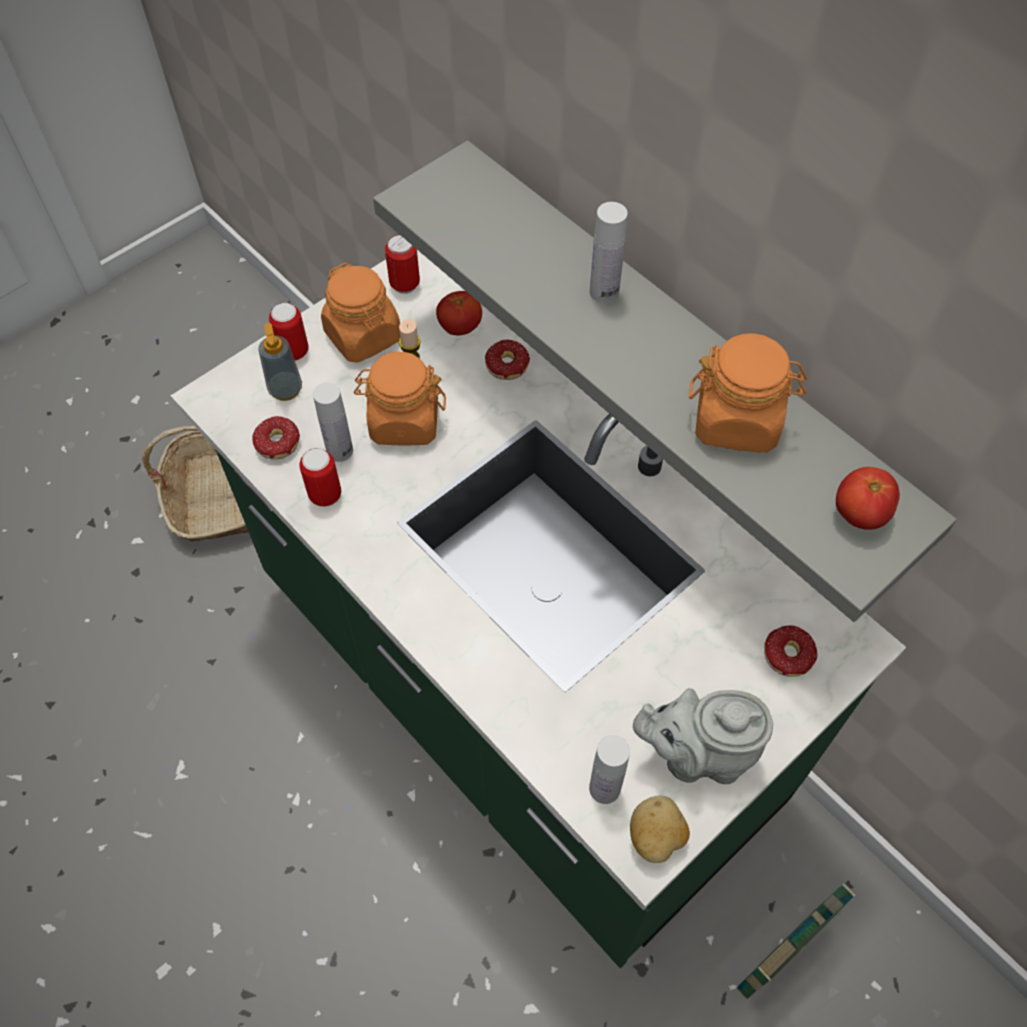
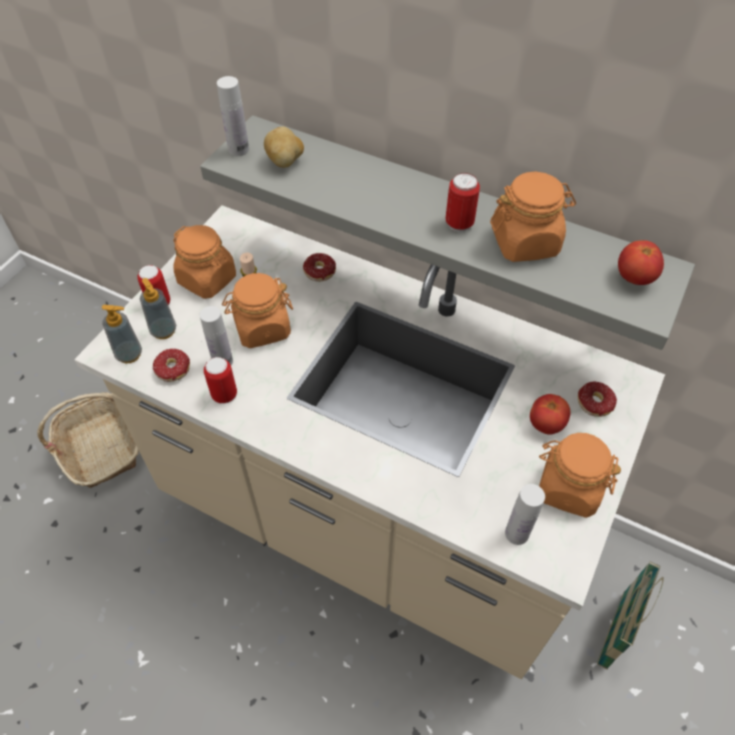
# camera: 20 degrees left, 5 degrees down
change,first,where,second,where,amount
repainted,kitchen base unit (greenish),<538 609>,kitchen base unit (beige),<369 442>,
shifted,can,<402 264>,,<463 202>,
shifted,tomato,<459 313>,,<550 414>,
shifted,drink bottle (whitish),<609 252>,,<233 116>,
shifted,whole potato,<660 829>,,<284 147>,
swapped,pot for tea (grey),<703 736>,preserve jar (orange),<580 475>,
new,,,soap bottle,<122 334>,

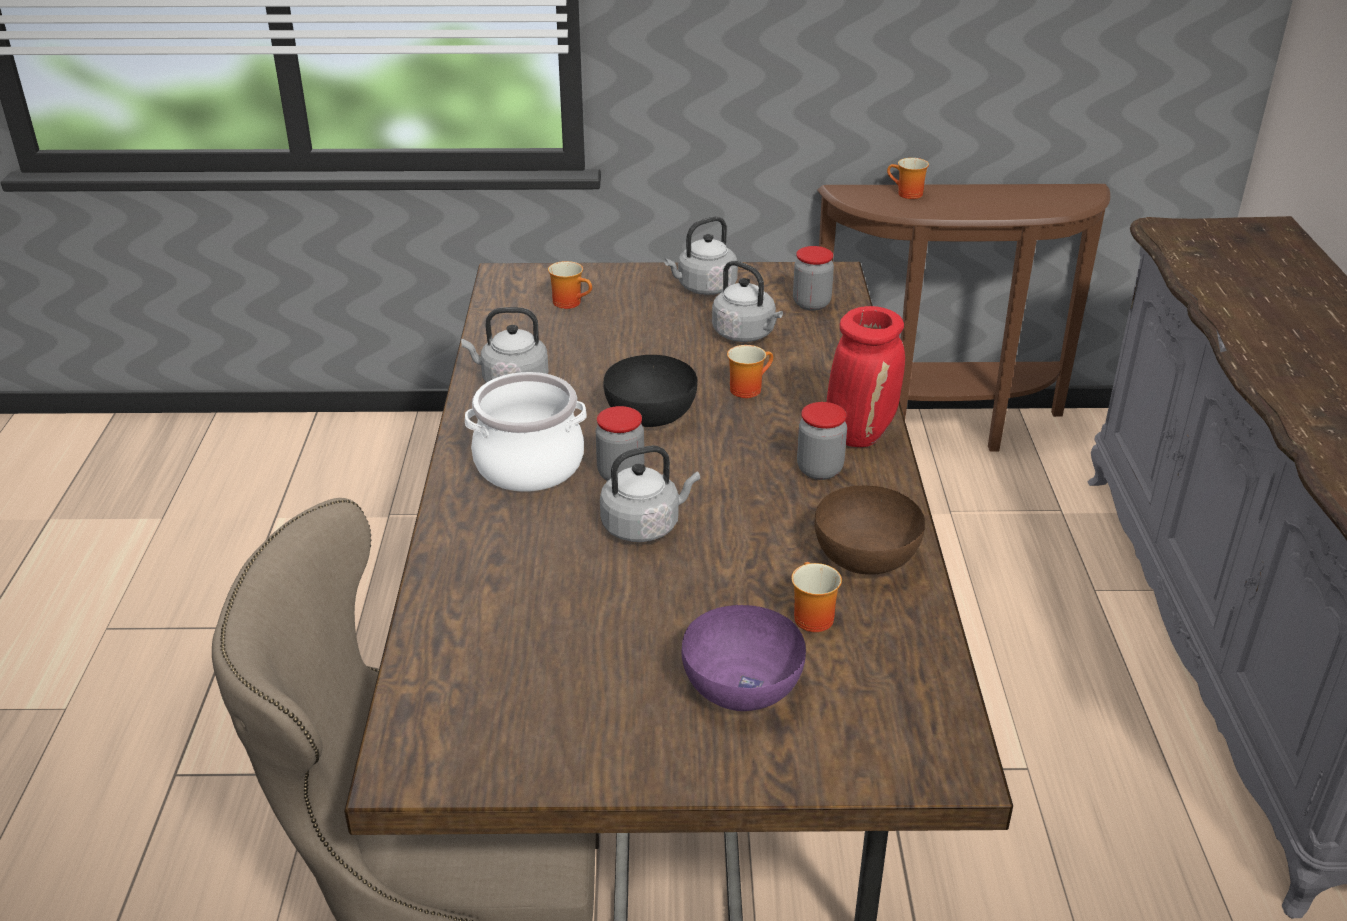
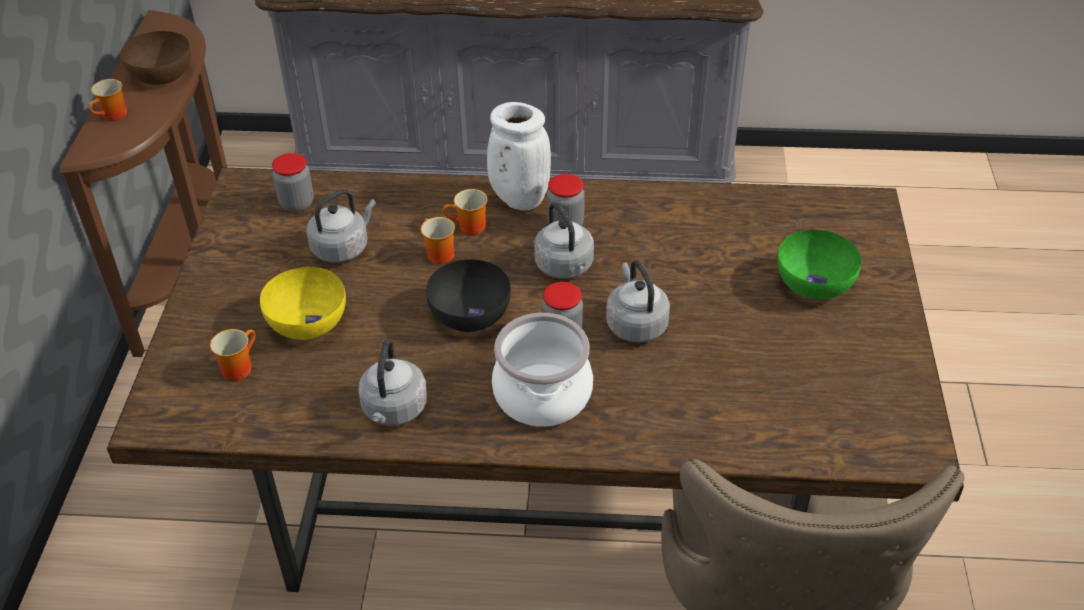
# camera: 85 degrees left, 10 degrees up
change,first,where,second,where,amount
shifted,water kettle (grey),<701 255>,,<564 240>,
repainted,deep dish (purple-coloured),<744 658>,deep dish (greenish),<819 265>,
shifted,tea mug,<816 597>,,<465 212>,
shifted,deep dish (brownish),<869 530>,,<155 58>,
repainted,vase (red-coloured),<866 376>,vase (whitish),<519 156>,
new,,,deep dish (yellowish),<303 303>,

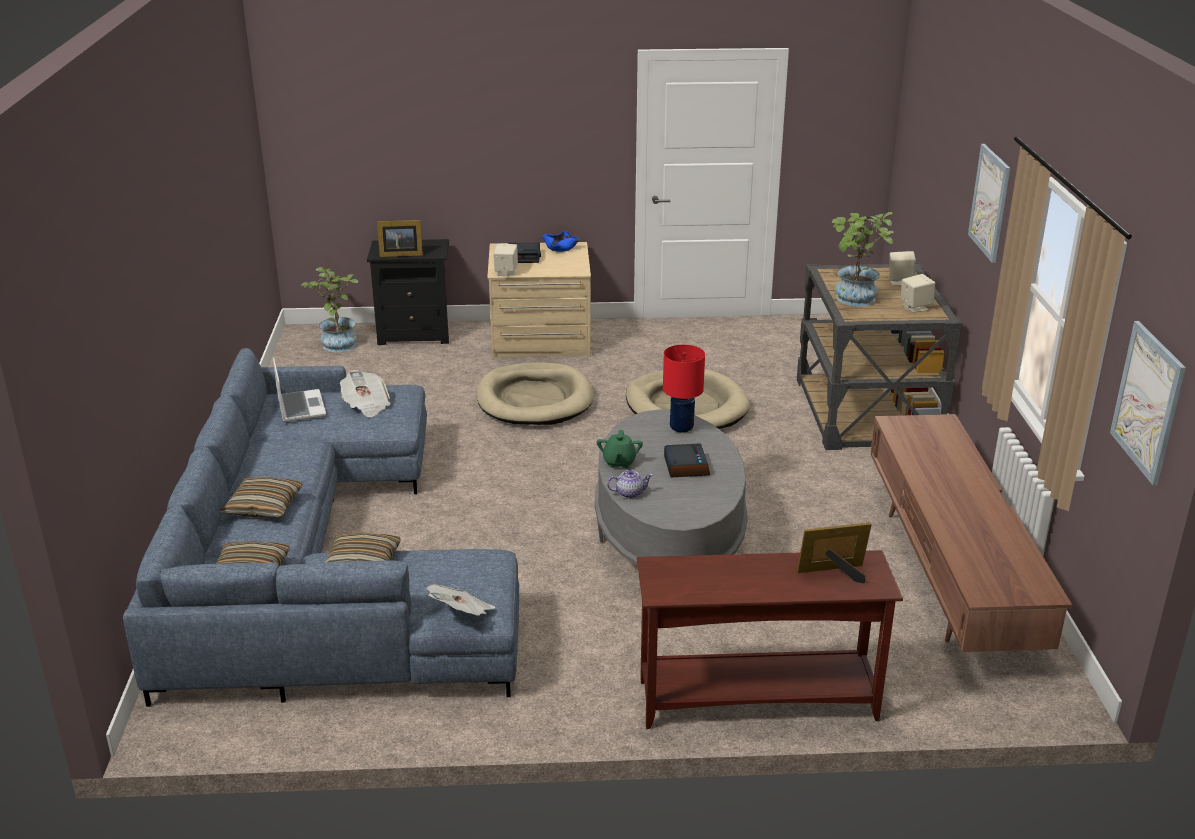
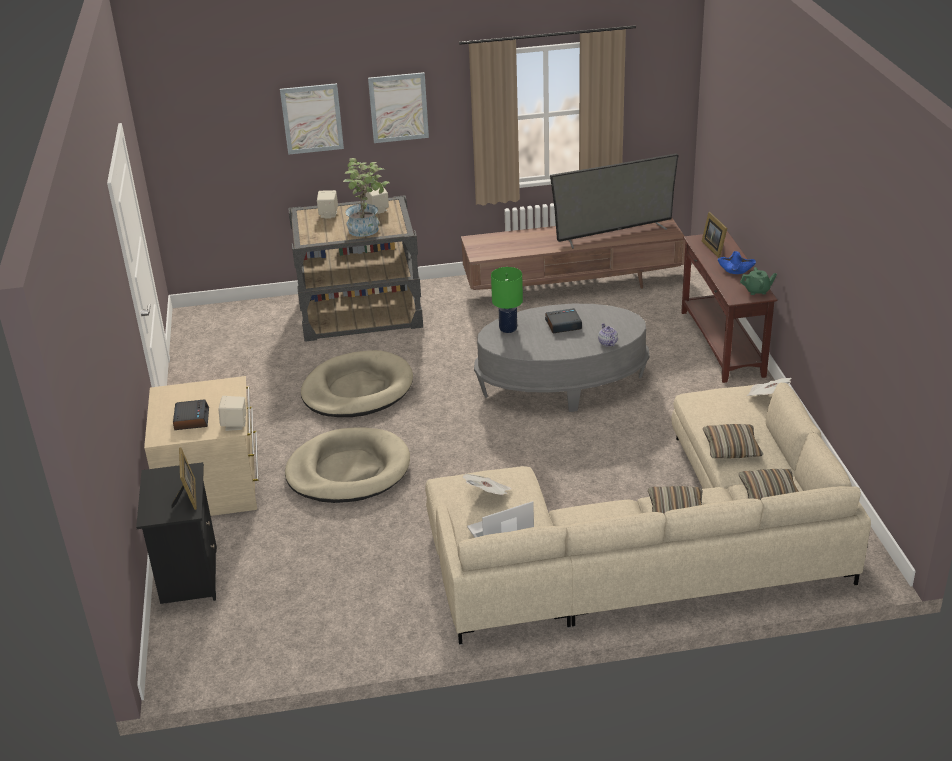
# camera: 95 degrees left, 5 degrees up
change,first,where,second,where,amount
repainted,sofa (blue),<321 527>,sofa (beige),<648 514>,
gone,potted plant,<329 309>,,,
shifted,deep dish (blue),<561 241>,,<736 262>,
shifted,pot for tea (greenish),<620 449>,,<758 281>,
repainted,table lamp (red-coloured),<684 389>,table lamp (greenish),<507 300>,
shifted,picture,<1148 403>,,<312 119>,
new,,,television,<614 201>,

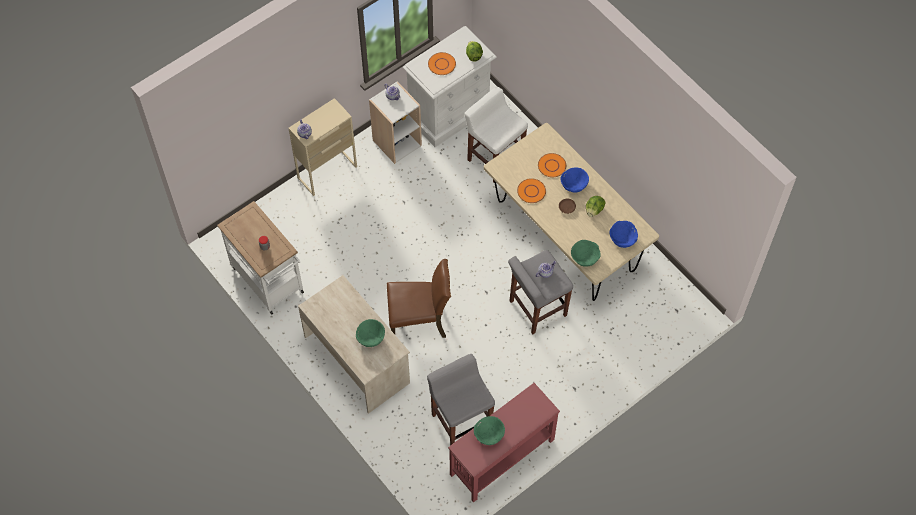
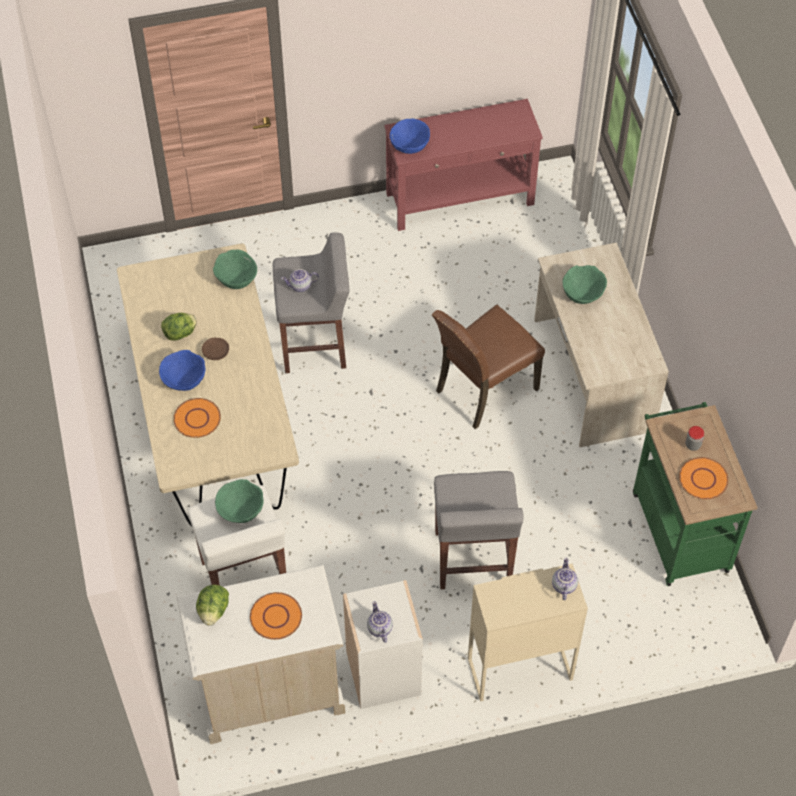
# camera: 155 degrees left, 5 degrees down
change,first,where,second,where,amount
repainted,wheeled cart (whitish),<260 258>,wheeled cart (greenish),<695 494>,
rotated,upright chair (brownish),<419 298>,,<488 367>,60 degrees counterclockwise
shifted,stool (grey),<461 400>,,<479 530>,
shifted,deep dish (greenish),<489 430>,,<239 501>,
shifted,dinner plate (orange),<531 190>,,<704 478>,
shifted,deep dish (blue),<623 234>,,<410 136>,

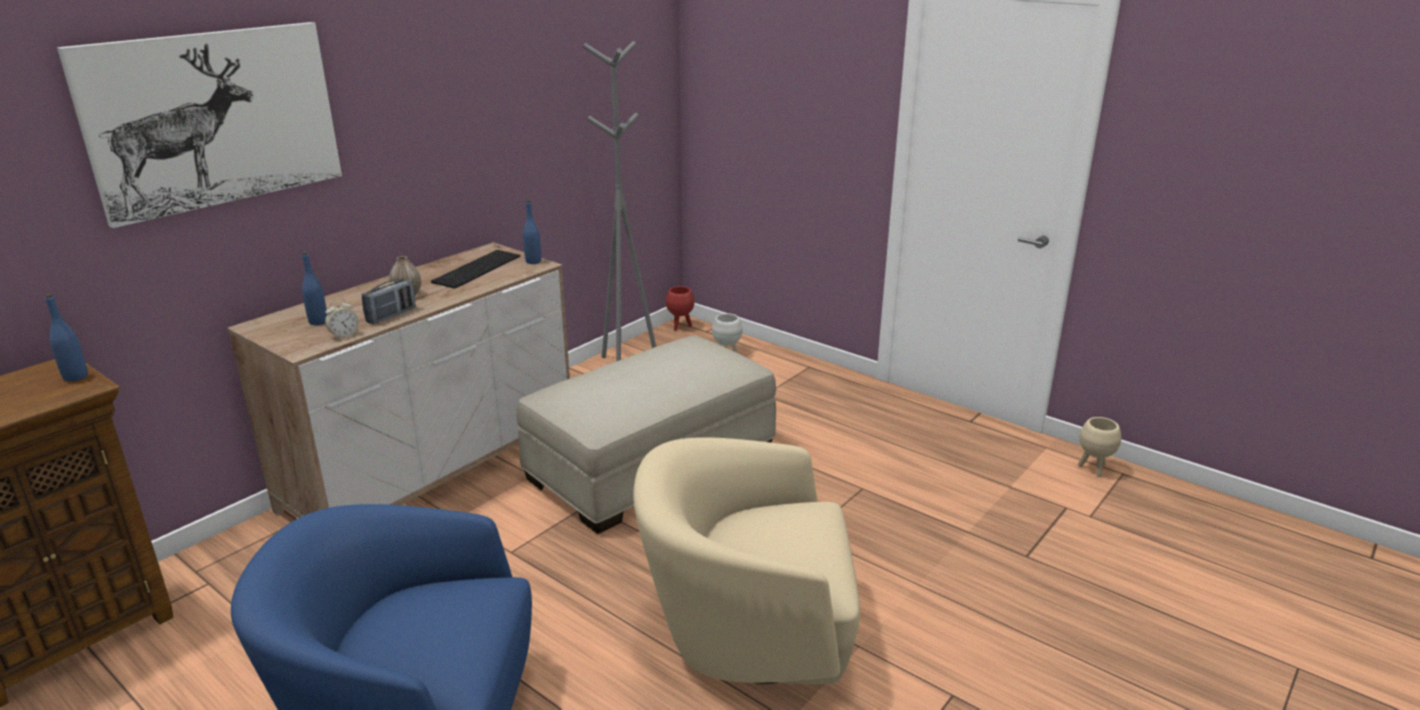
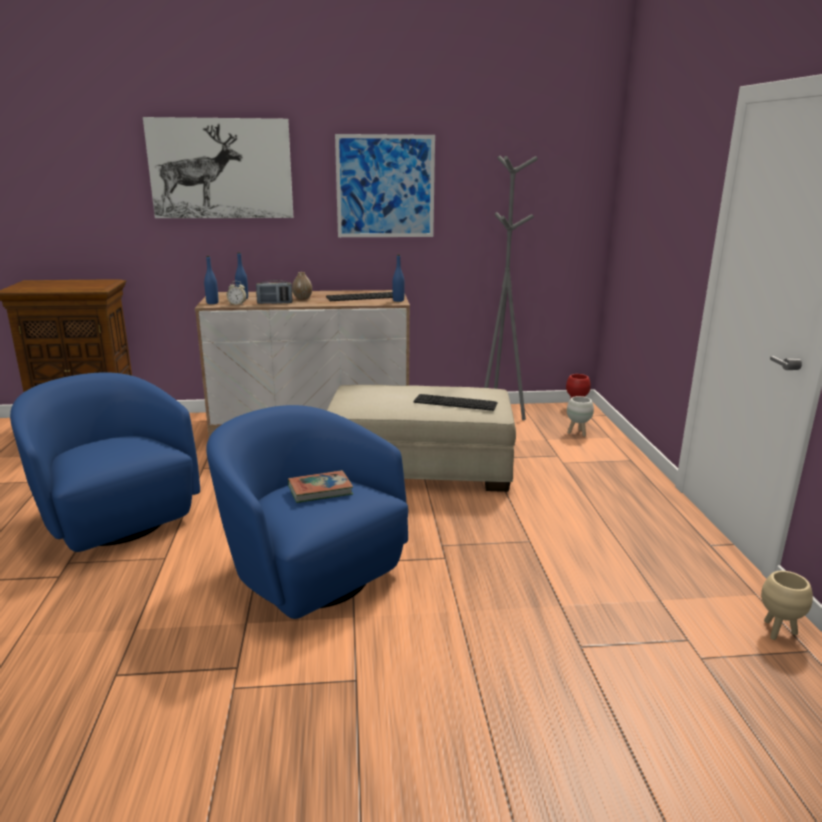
# camera: 45 degrees right, 5 degrees down
change,first,where,second,where,amount
shifted,drink bottle (blue),<66 338>,,<211 280>,
repainted,easy chair (beige),<746 561>,easy chair (blue),<307 512>,
new,,,bound book,<320 486>,
new,,,picture,<385 185>,
new,,,keyboard,<456 402>,

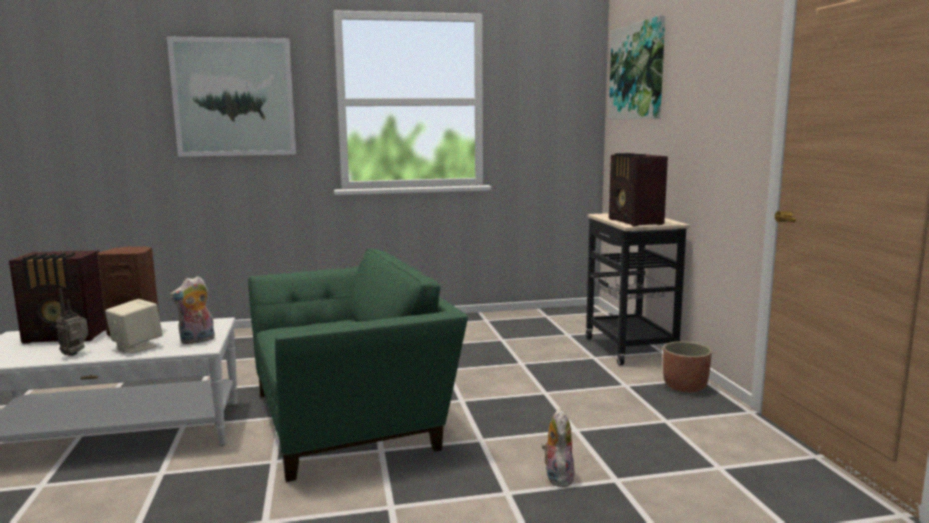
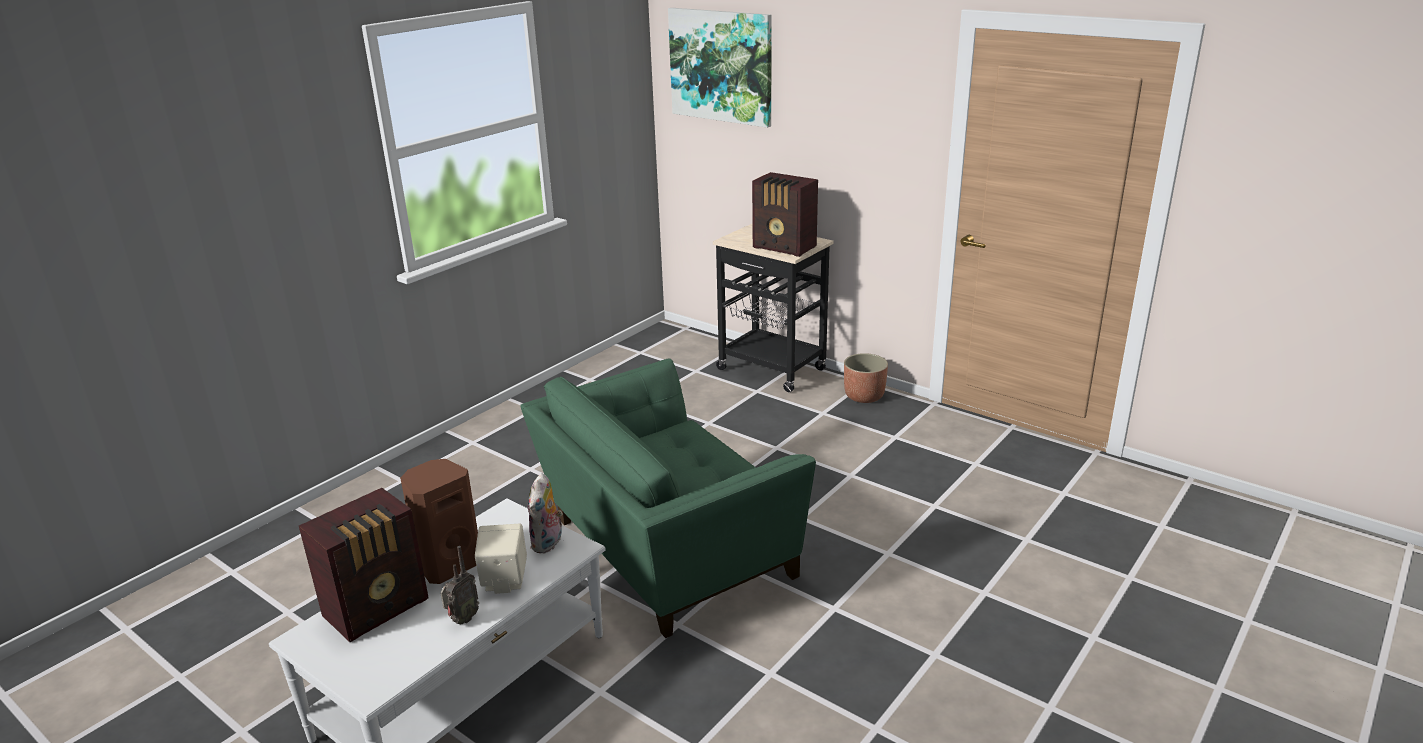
# camera: 40 degrees left, 15 degrees up
change,first,where,second,where,amount
rotated,radio set,<72 322>,,<459 585>,120 degrees counterclockwise
gone,picture,<231 97>,,,
rotated,easy chair (greenish),<358 365>,,<668 498>,150 degrees counterclockwise
gone,cuddly toy,<558 447>,,,

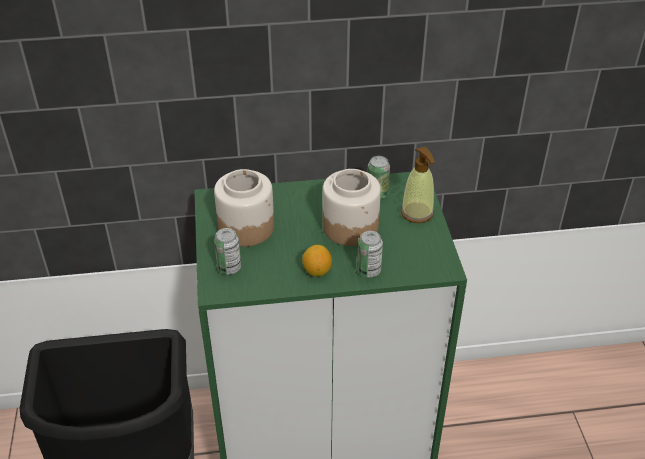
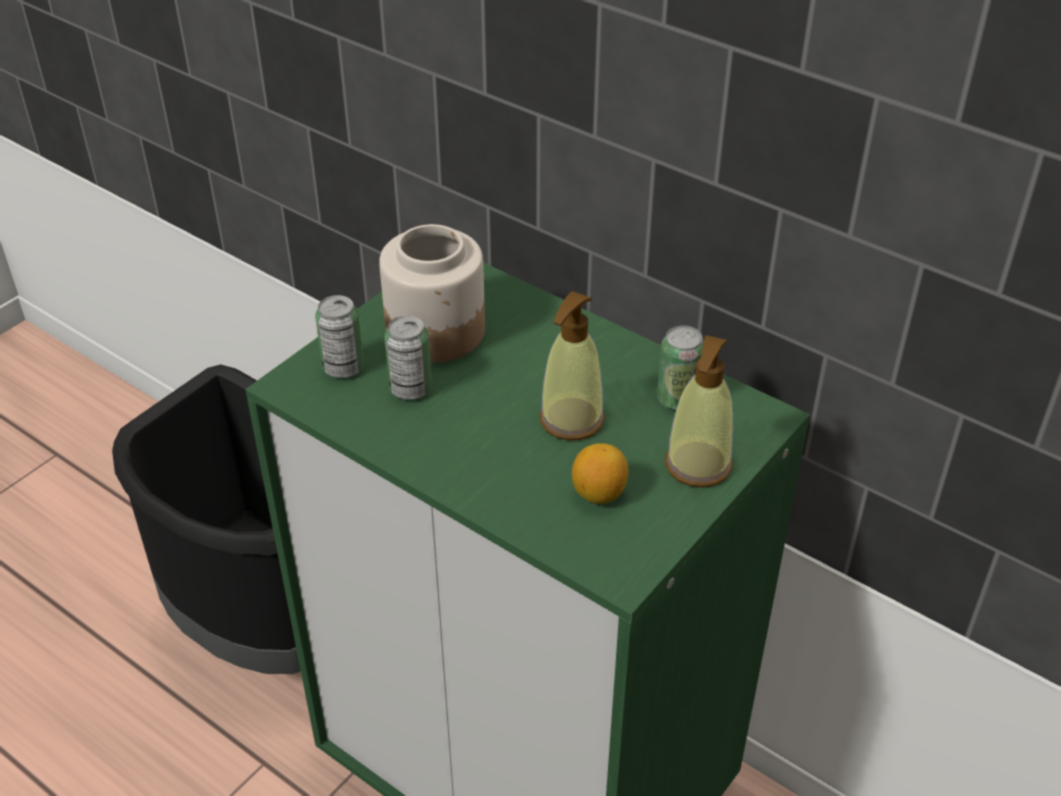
# camera: 45 degrees right, 0 degrees up
change,first,where,second,where,amount
shifted,whole lemon,<317 261>,,<600 473>,
swapped,preserve jar,<352 207>,soap bottle,<572 365>,
shifted,can,<370 254>,,<408 358>,

